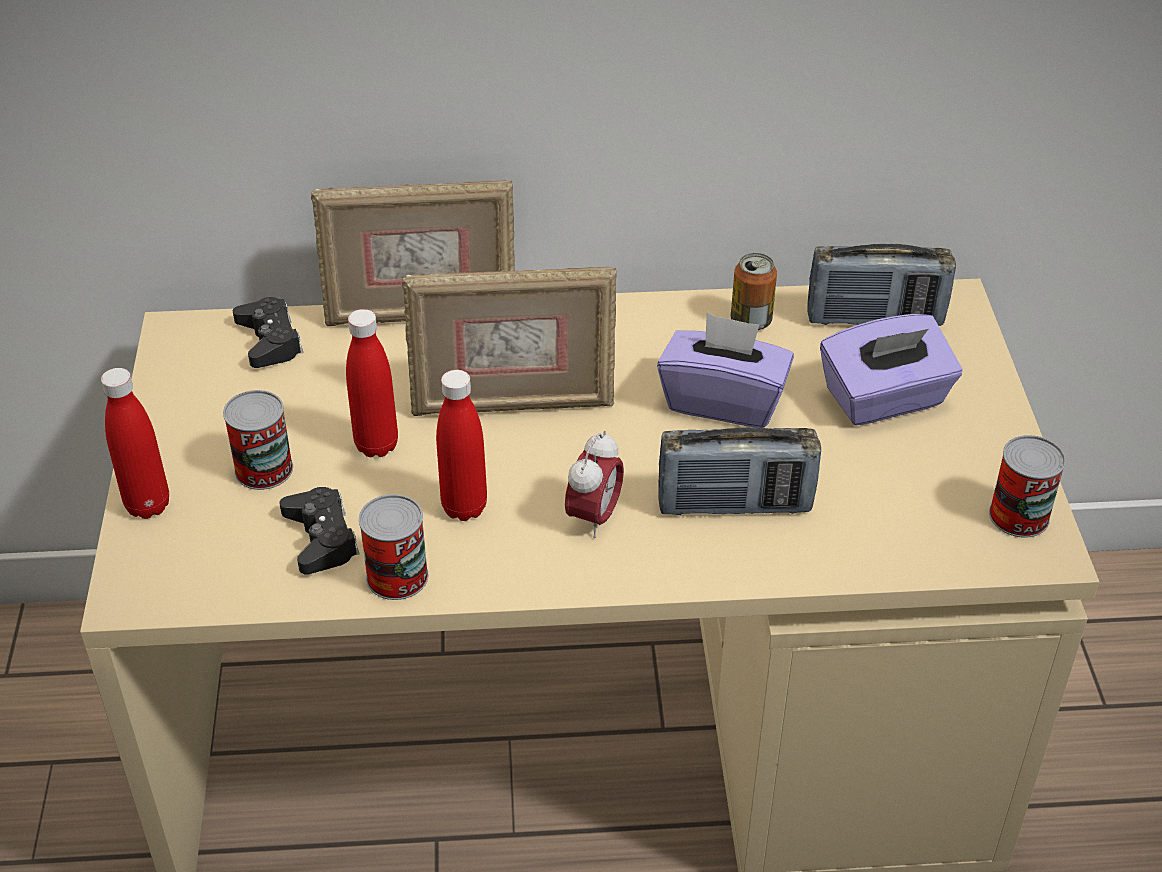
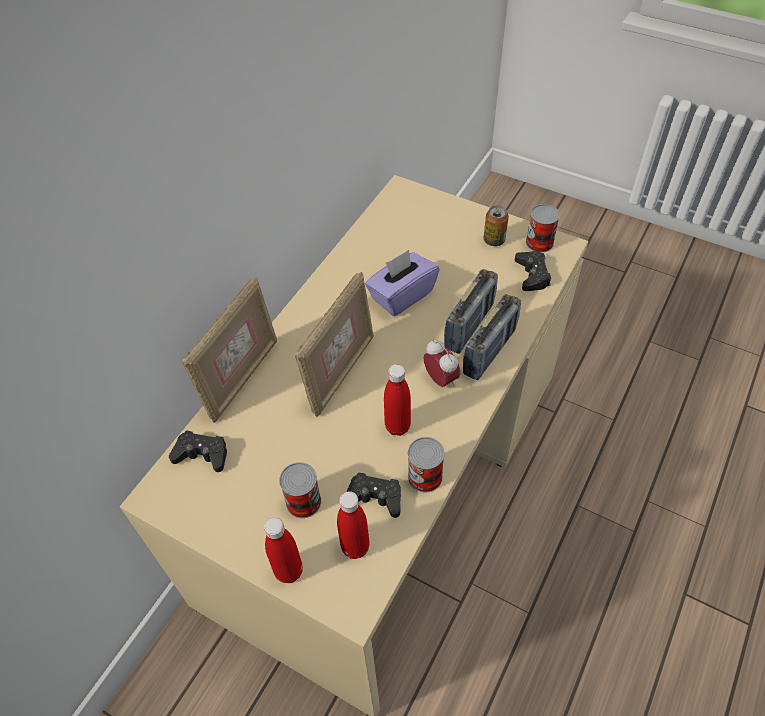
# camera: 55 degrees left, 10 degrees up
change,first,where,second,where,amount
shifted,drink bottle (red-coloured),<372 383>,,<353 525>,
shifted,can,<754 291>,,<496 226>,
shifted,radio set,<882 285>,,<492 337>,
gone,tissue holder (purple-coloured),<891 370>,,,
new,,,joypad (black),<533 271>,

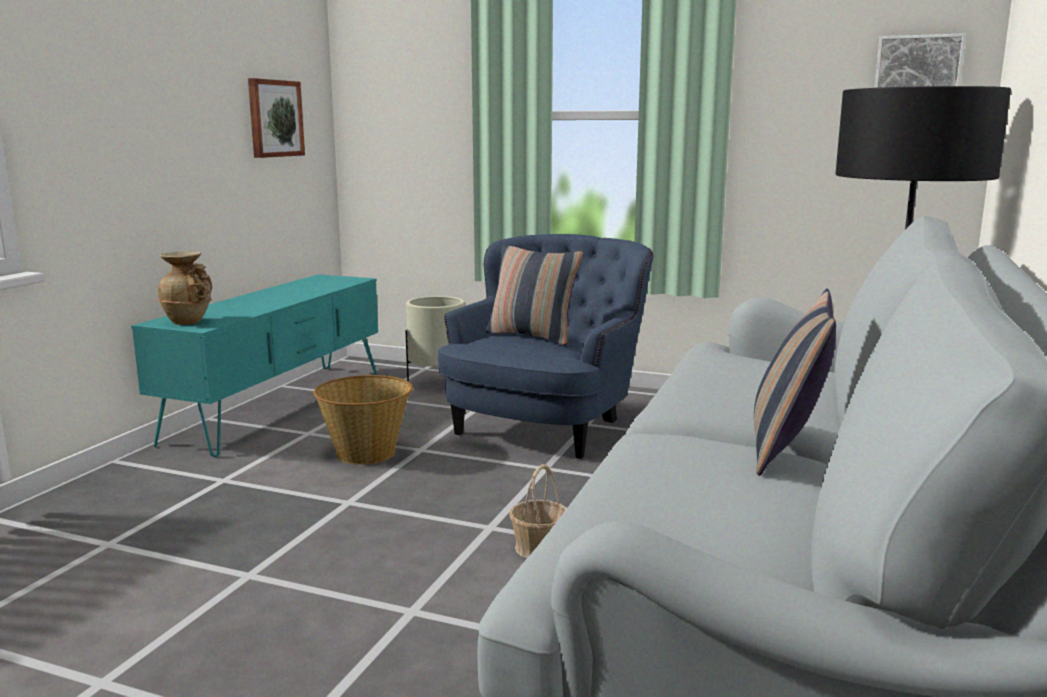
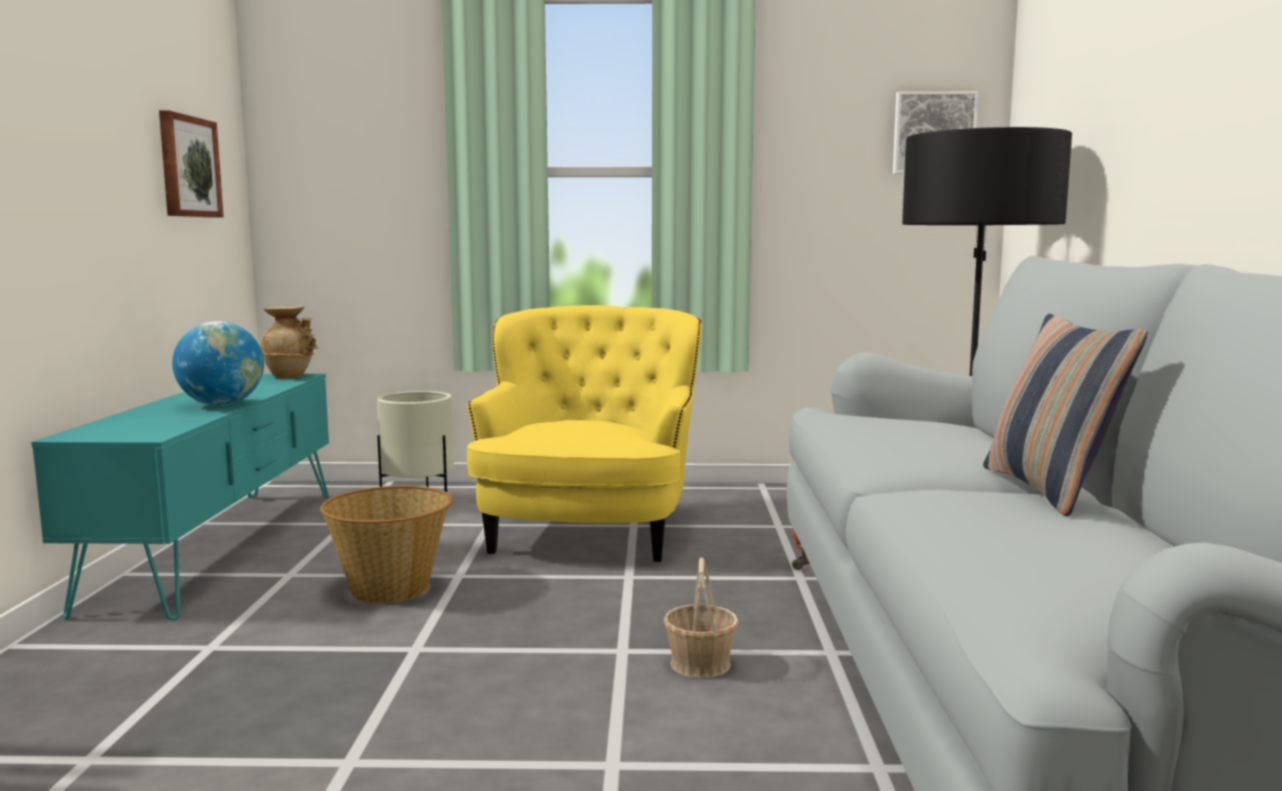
# camera: 20 degrees left, 5 degrees down
change,first,where,second,where,amount
shifted,vase (beige),<185 288>,,<289 342>,
repainted,easy chair (blue),<546 346>,easy chair (yellowish),<584 433>,
gone,pillow,<534 295>,,,
new,,,world globe,<218 363>,

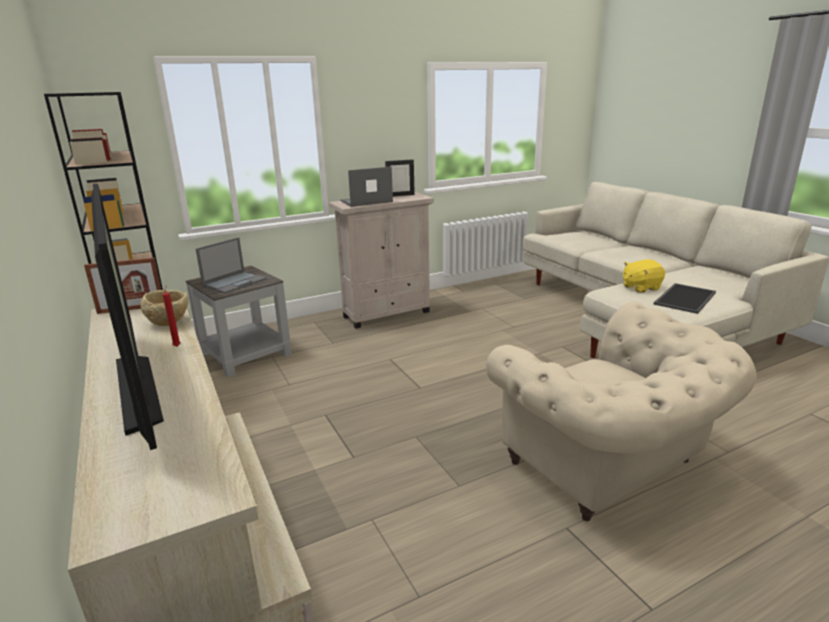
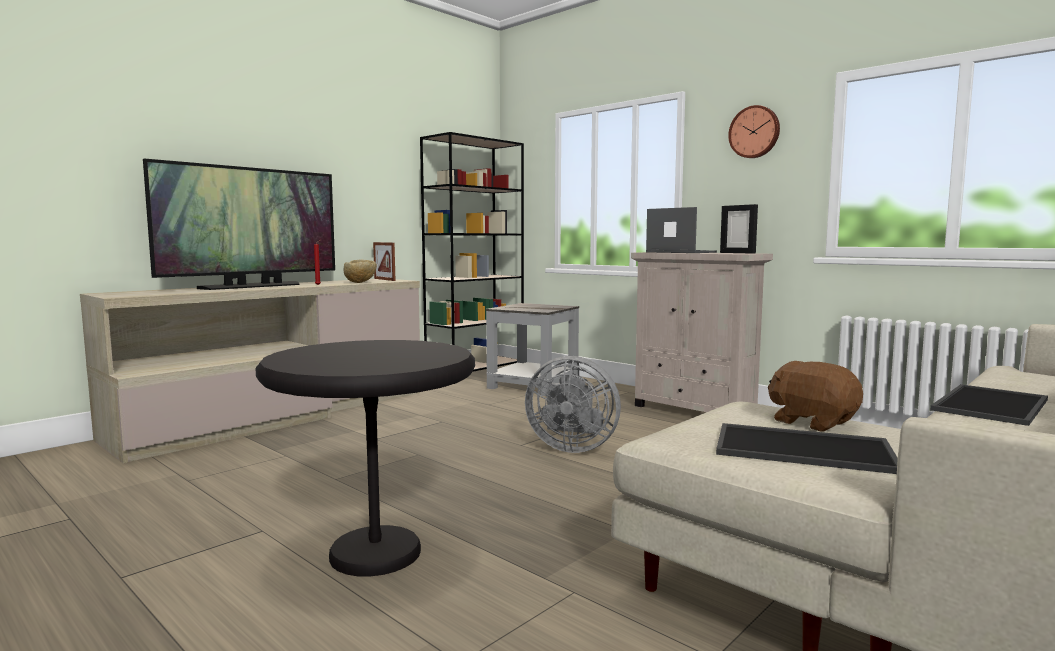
# camera: 70 degrees right, 15 degrees down
change,first,where,second,where,amount
gone,notebook computer,<231 265>,,,
swapped,easy chair (beige),<621 411>,side table (black),<365 458>,
repainted,cuddly toy (yellowish),<644 276>,cuddly toy (brownish),<815 396>,
new,,,cooling fan (grey),<573 404>,
new,,,hanging clock,<754 131>,
new,,,carrying tray,<989 405>,

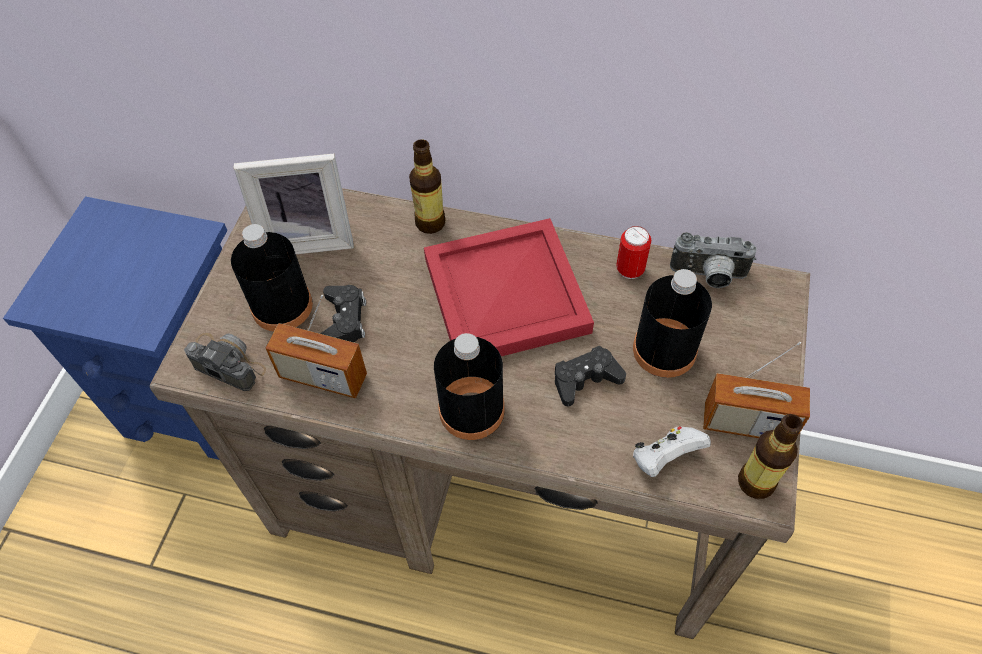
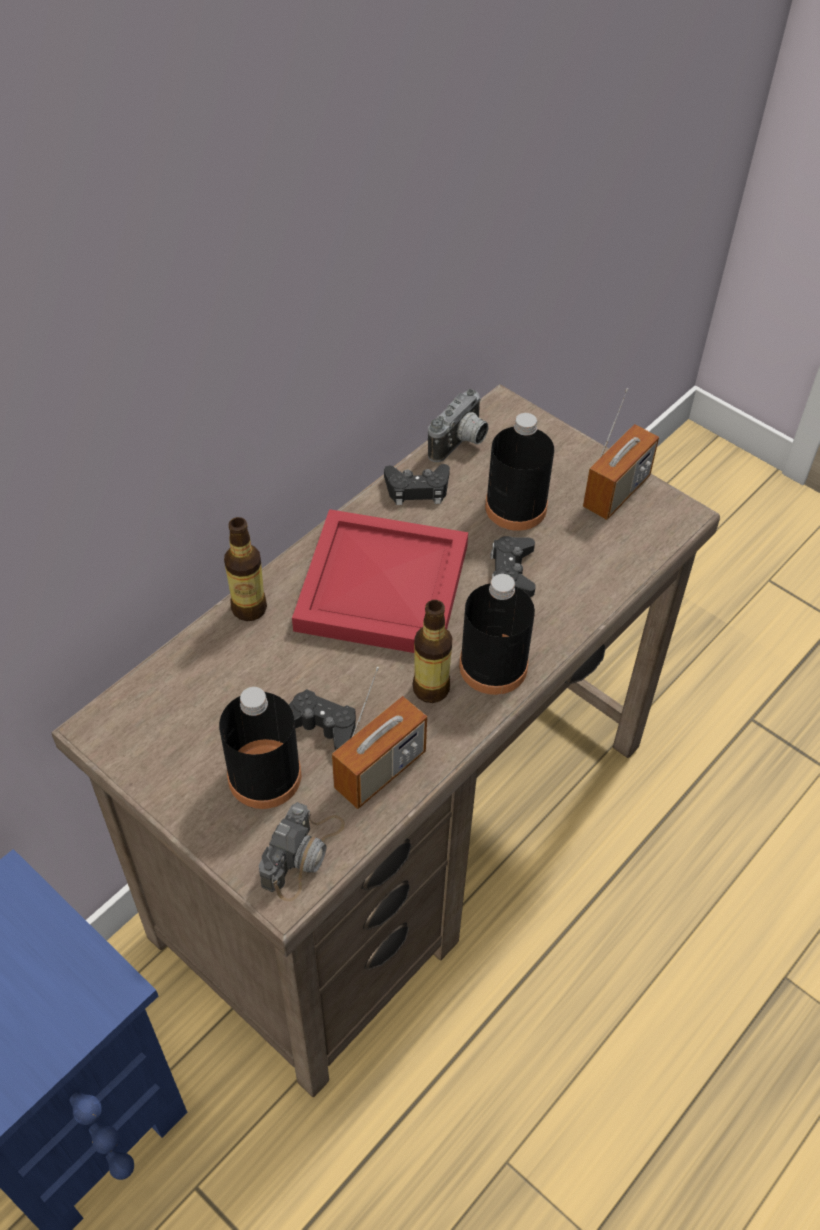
# camera: 65 degrees left, 5 degrees down
change,first,where,second,where,amount
rotated,photo camera,<225 362>,,<302 851>,150 degrees clockwise
gone,picture frame,<294 204>,,,
swapped,can,<633 252>,joypad (black),<417 484>,
gone,joypad (whitish),<672 451>,,,
shifted,drink bottle,<770 456>,,<432 651>,

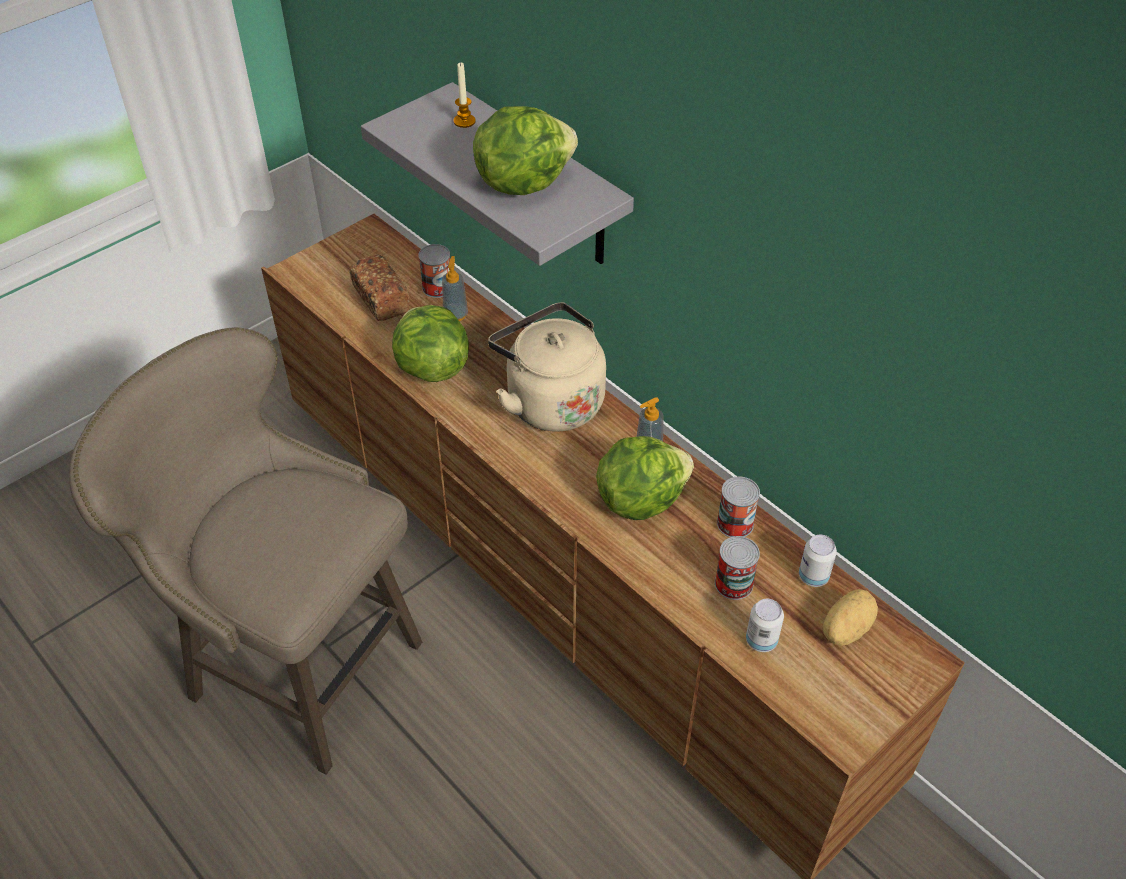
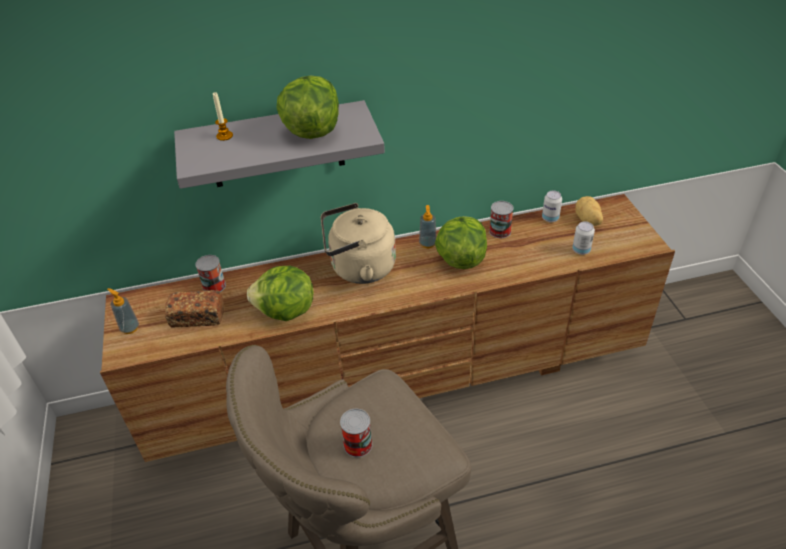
# camera: 60 degrees left, 5 degrees down
change,first,where,second,where,amount
shifted,soap bottle,<455 288>,,<123 311>,
shifted,can,<737 568>,,<356 433>,

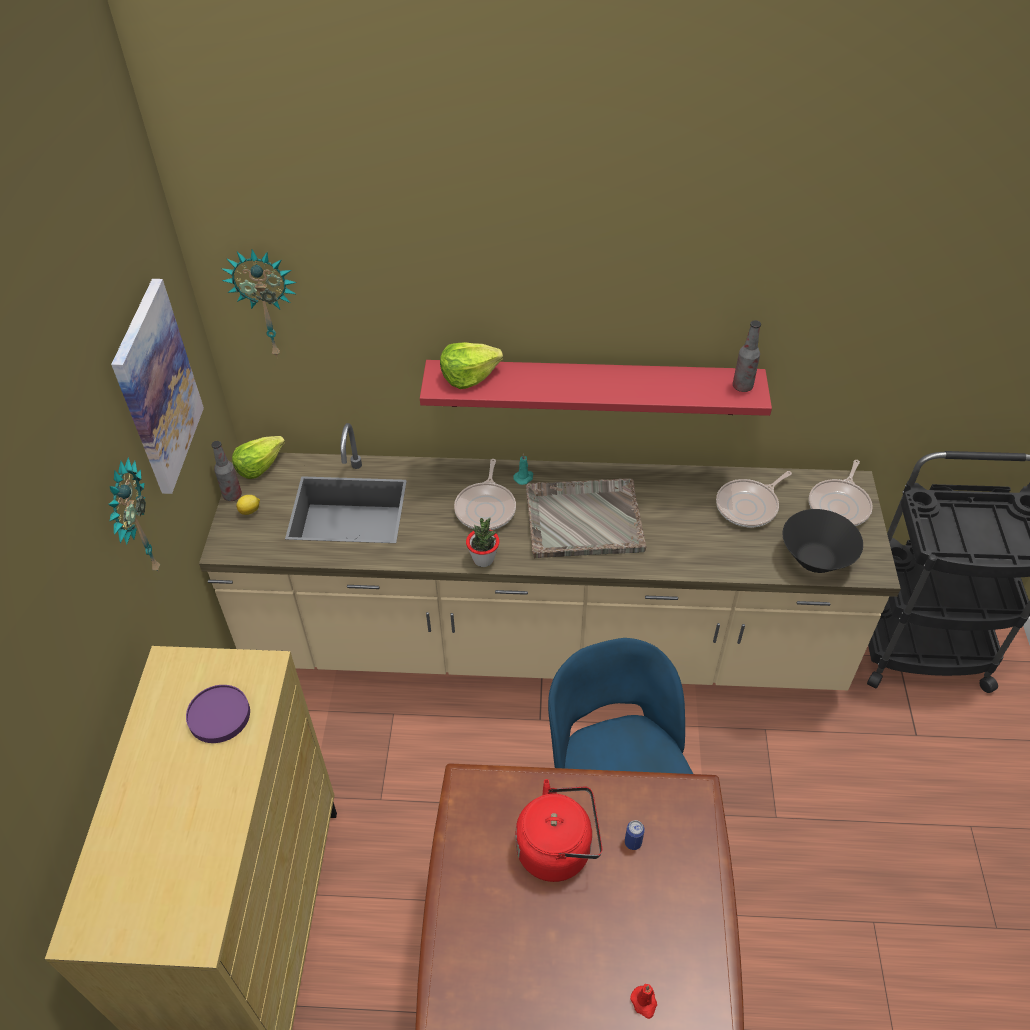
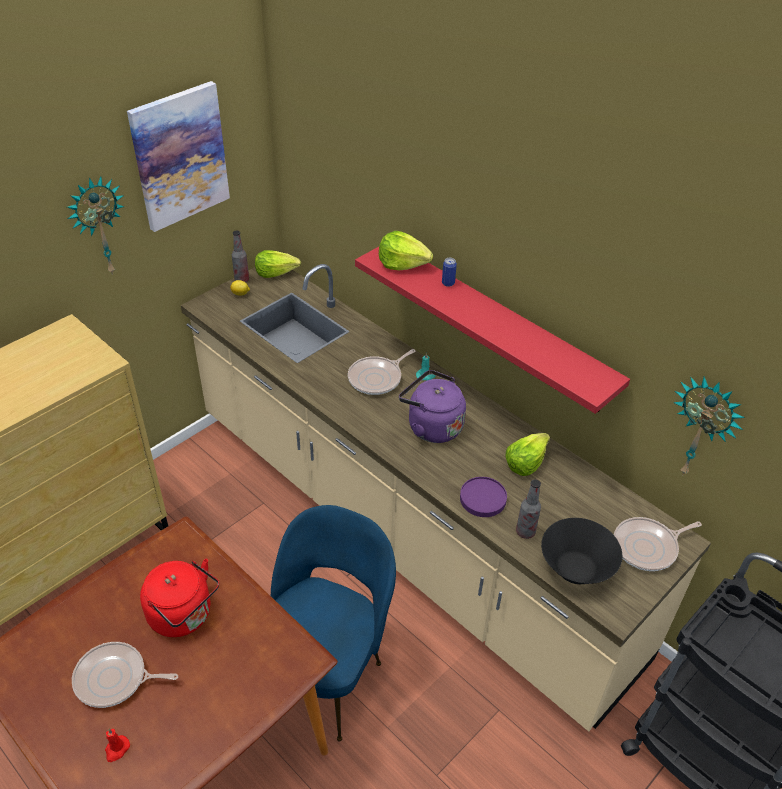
# camera: 40 degrees right, 5 degrees down
change,first,where,second,where,amount
shifted,dinner plate (purple-coloured),<218 714>,,<483 497>,
shifted,hanging clock,<259 303>,,<709 426>,
gone,potted plant,<483 542>,,,
swapped,carrying tray (grey),<586 518>,water kettle (purple-coloured),<432 406>,
shifted,can,<635 835>,,<449 272>,
shifted,pan,<754 499>,,<125 675>,
shifted,drink bottle,<747 356>,,<528 509>,
new,,,lettuce,<527 454>,

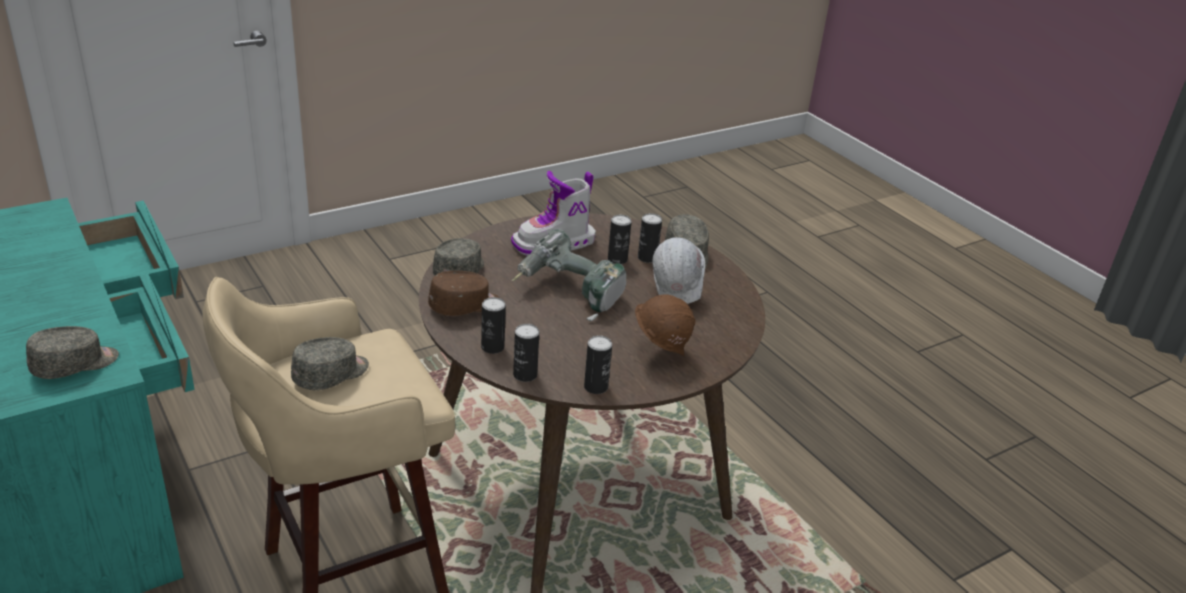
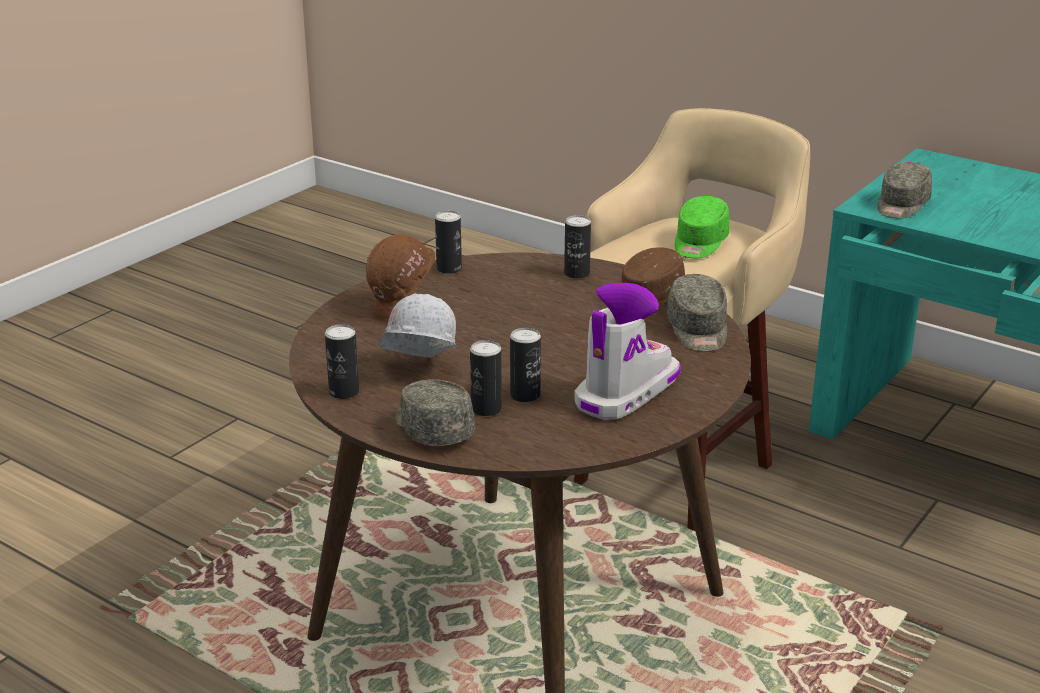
# camera: 160 degrees right, 5 degrees down
change,first,where,second,where,amount
repainted,baseball cap (grey),<330 363>,baseball cap (greenish),<702 227>,
gone,electric drill,<569 275>,,,
shifted,can,<526 353>,,<342 361>,

